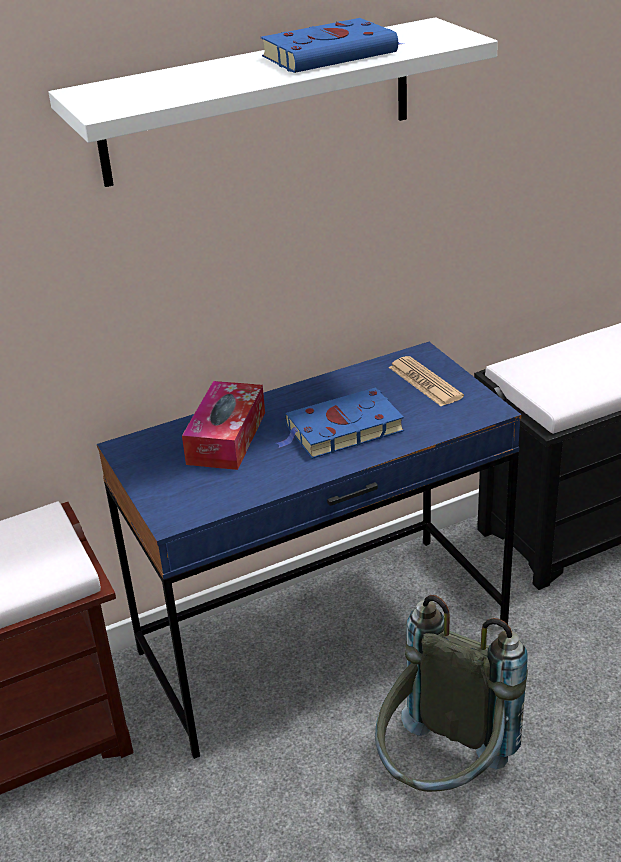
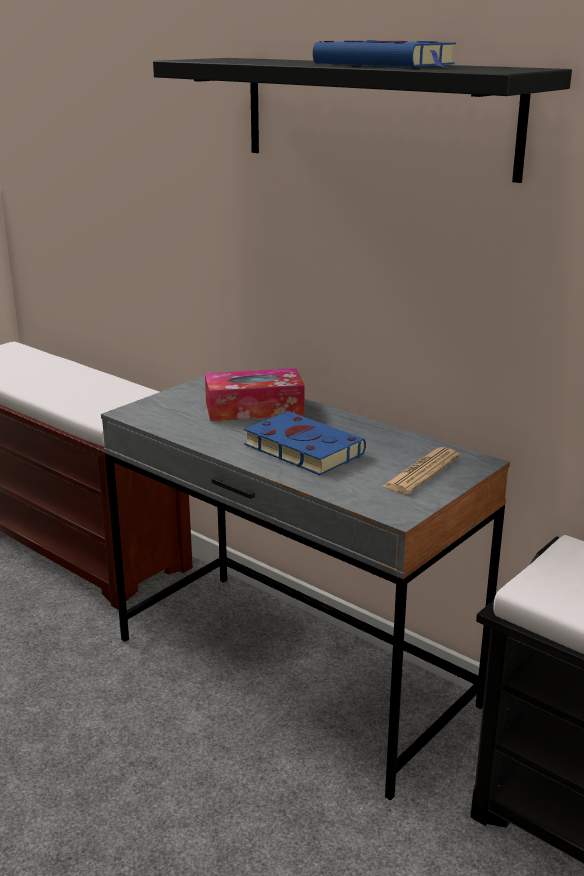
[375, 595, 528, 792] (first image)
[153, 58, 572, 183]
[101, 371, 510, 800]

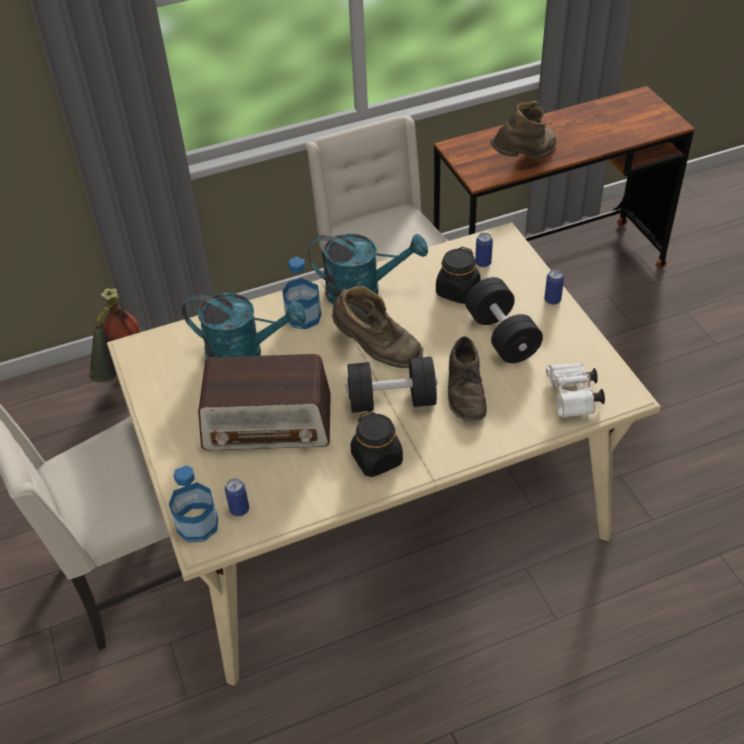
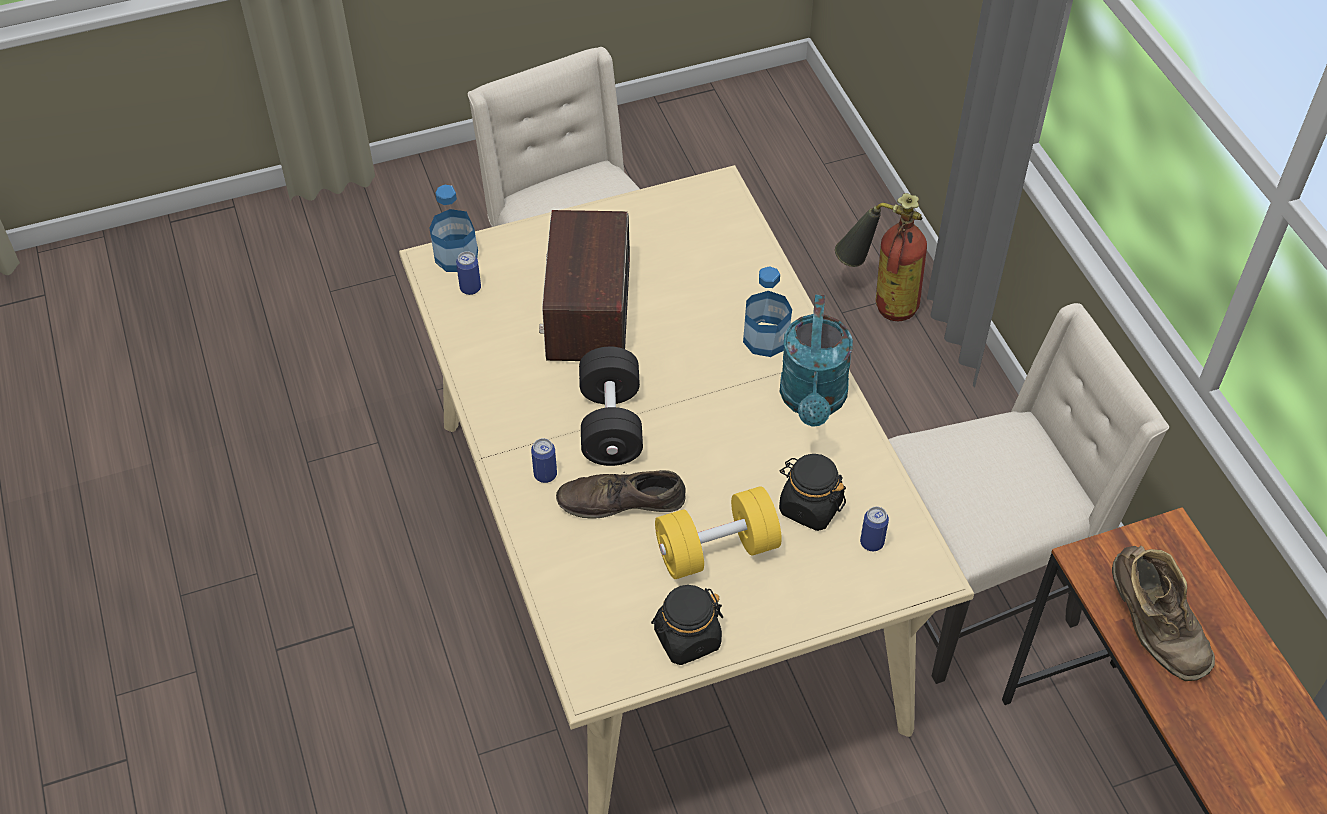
[182, 293, 306, 359] (first image)
[332, 286, 423, 368] (first image)
[546, 363, 605, 418] (first image)
[651, 585, 723, 665]
[531, 438, 557, 483]
[655, 486, 782, 579]

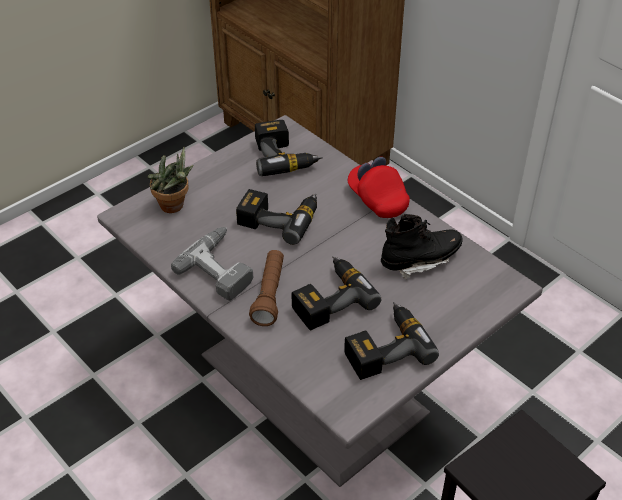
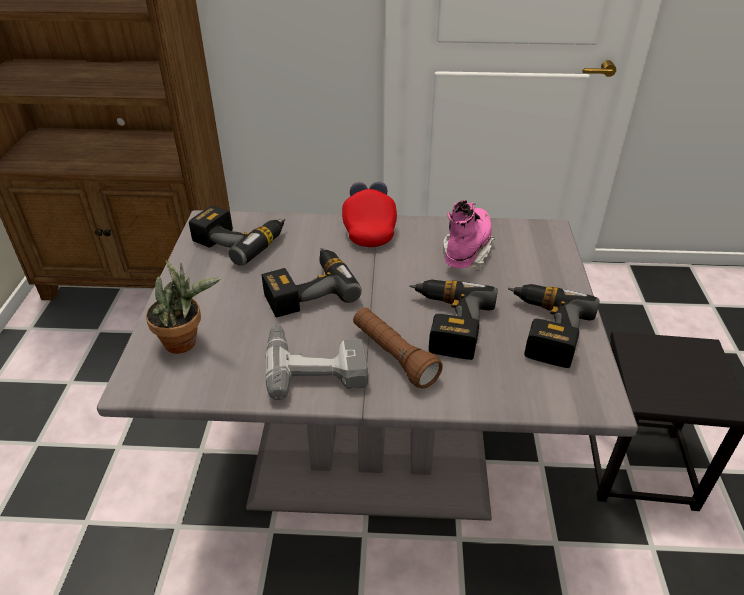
[443, 200, 495, 271]
[342, 182, 397, 247]

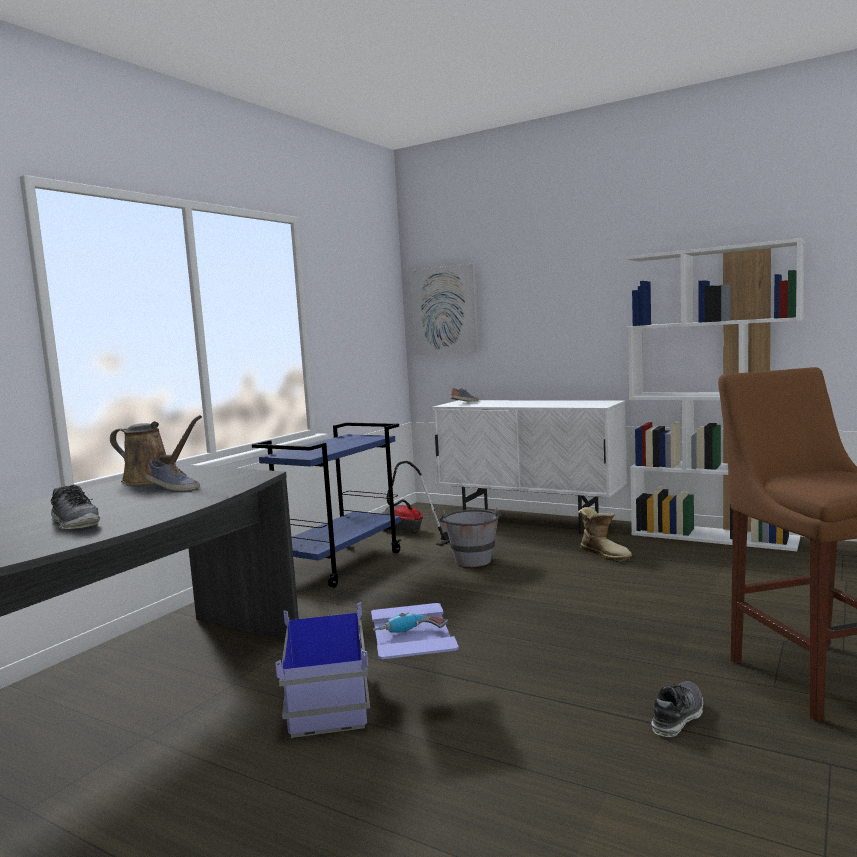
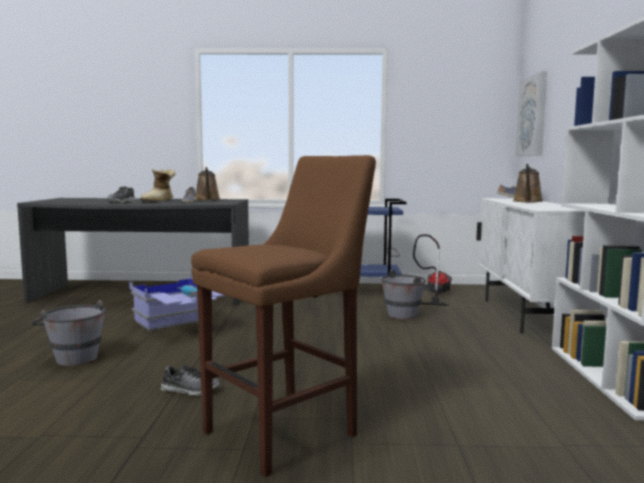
[32, 300, 106, 366]
[513, 164, 543, 202]
[140, 169, 176, 203]

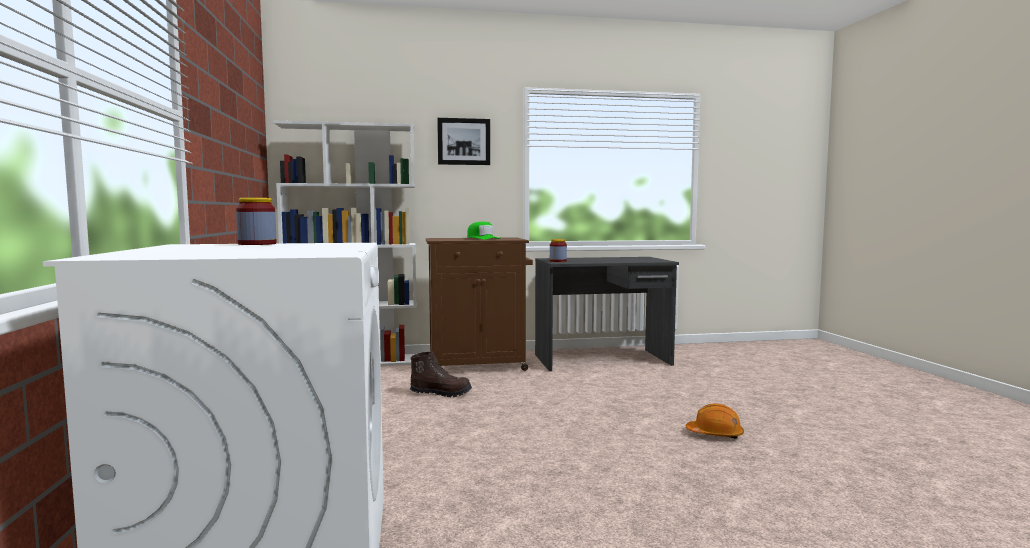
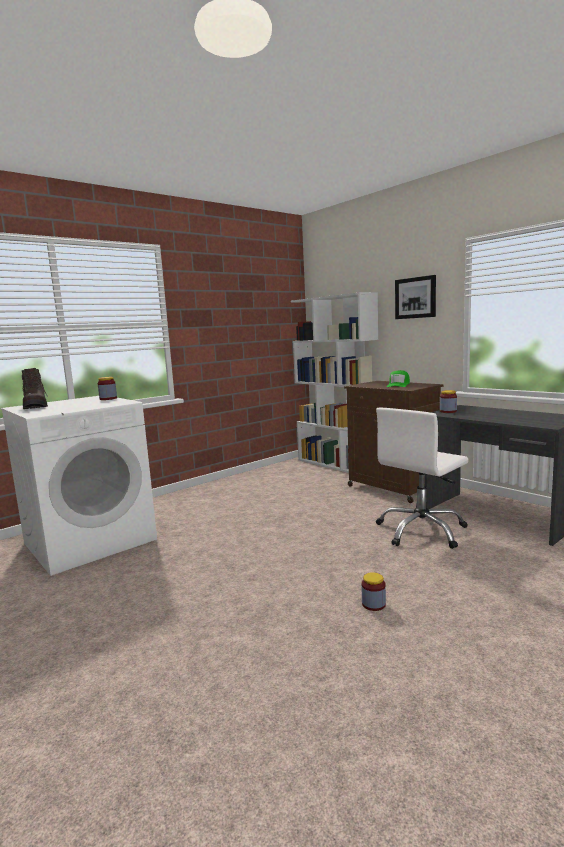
[376, 408, 469, 549]
[22, 368, 48, 409]
[361, 572, 386, 611]

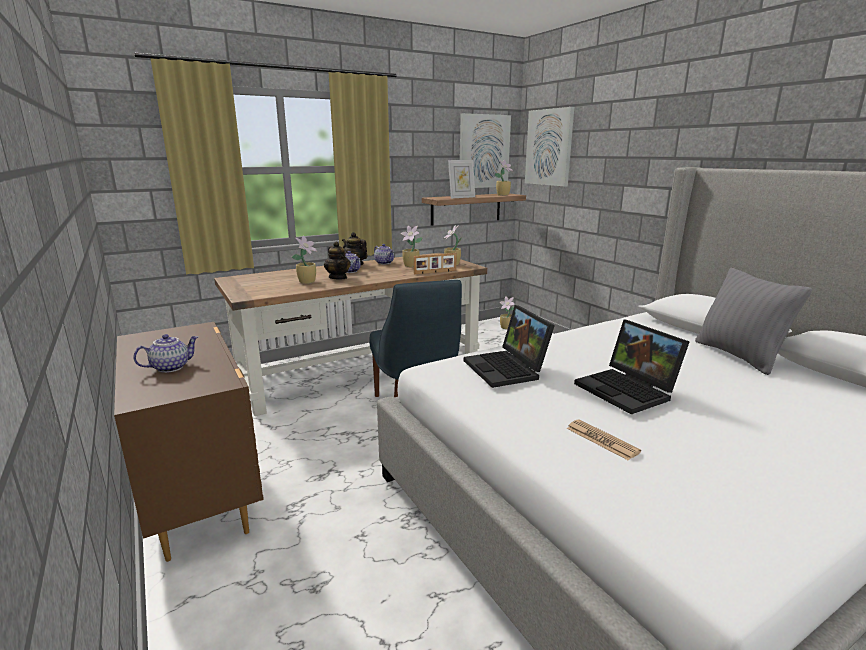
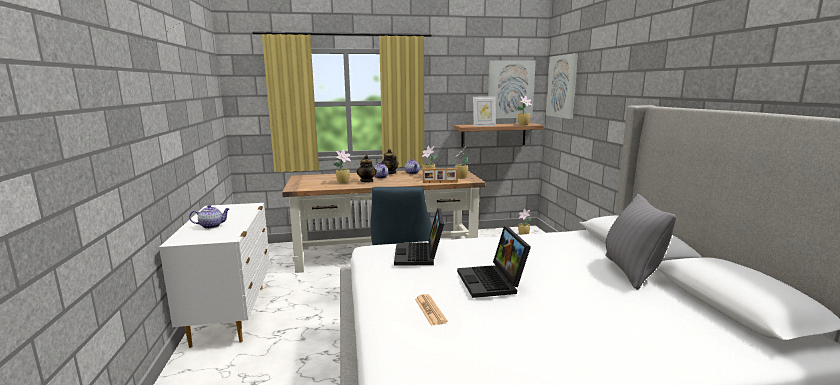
[159, 203, 270, 348]

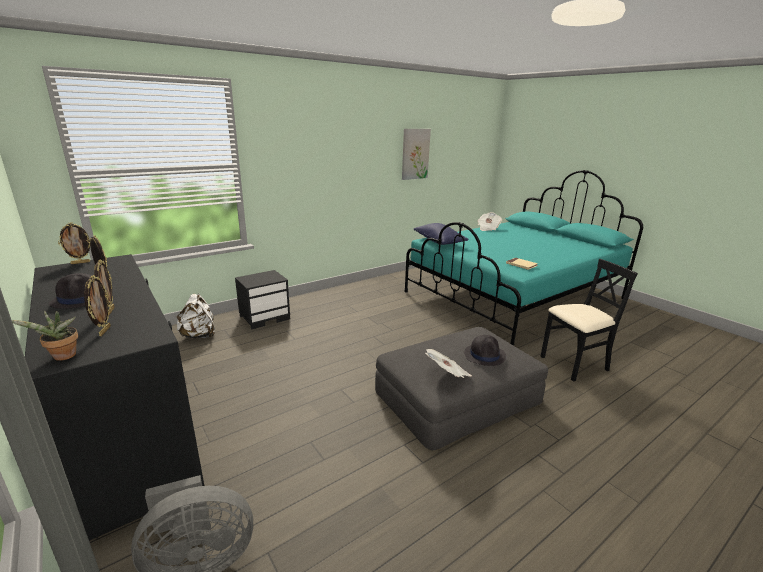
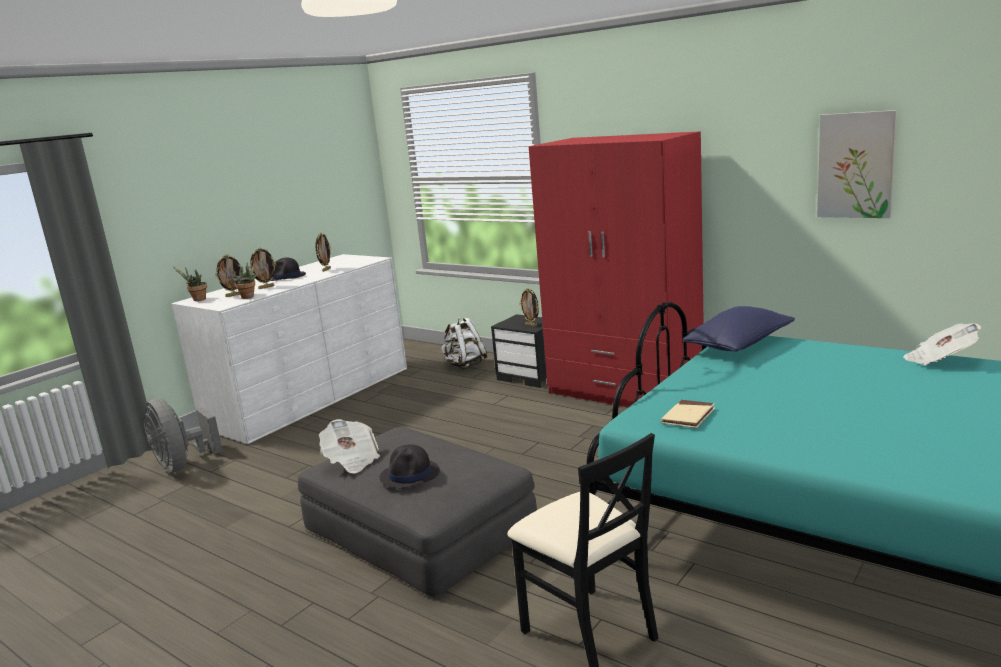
[233, 263, 258, 299]
[529, 131, 704, 407]
[519, 288, 539, 327]
[172, 254, 407, 444]

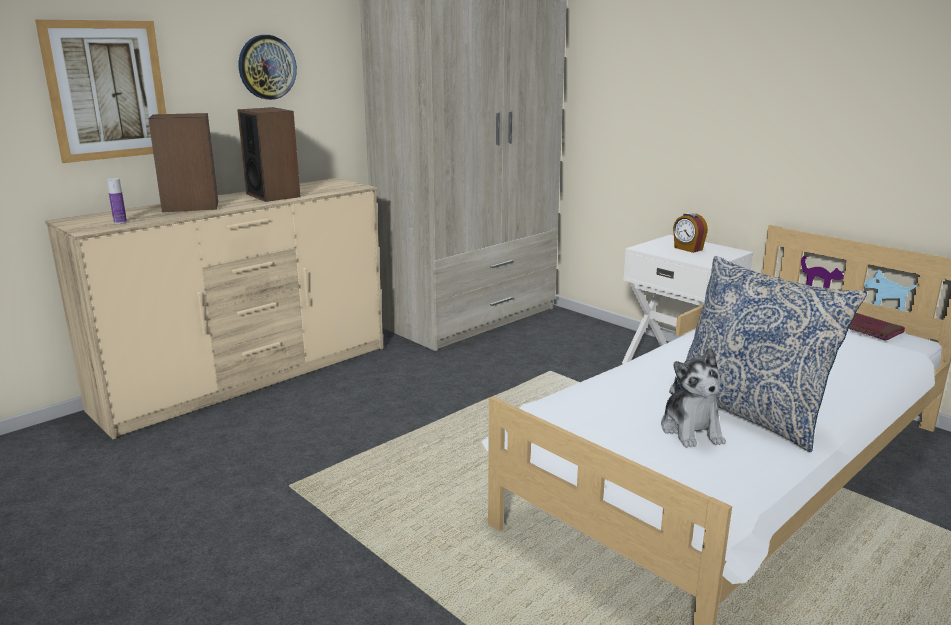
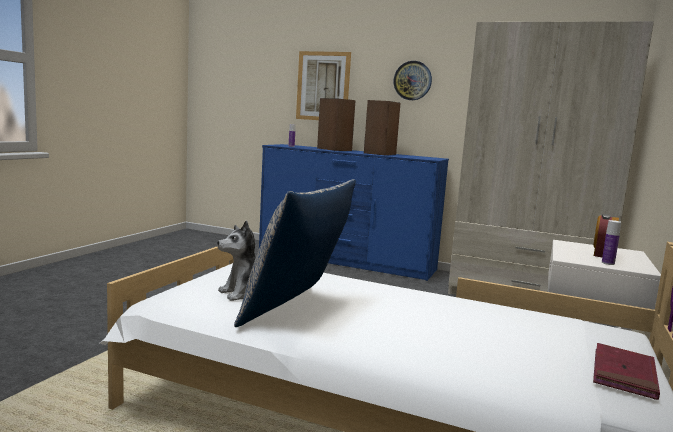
[602, 220, 621, 265]
[259, 144, 449, 281]

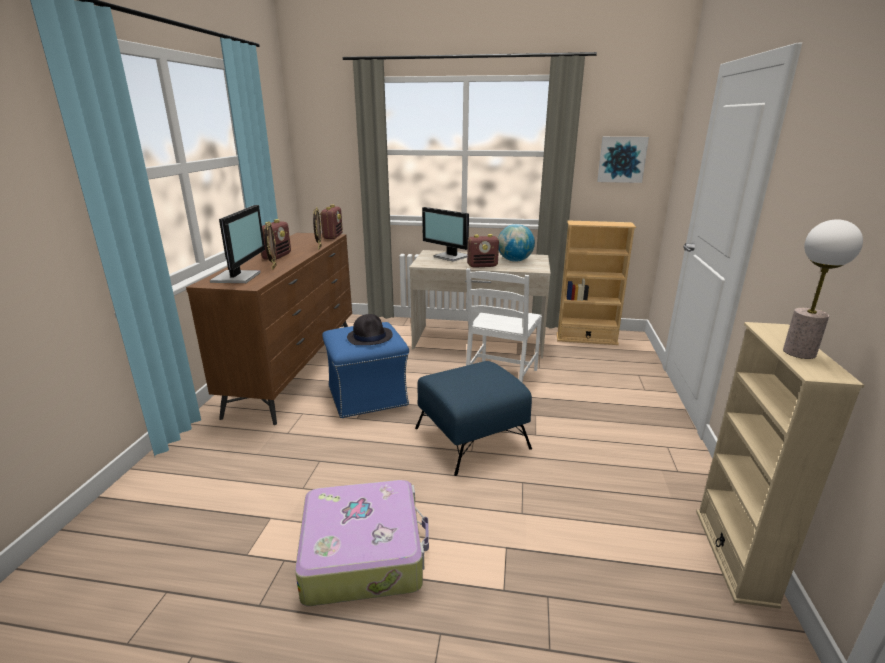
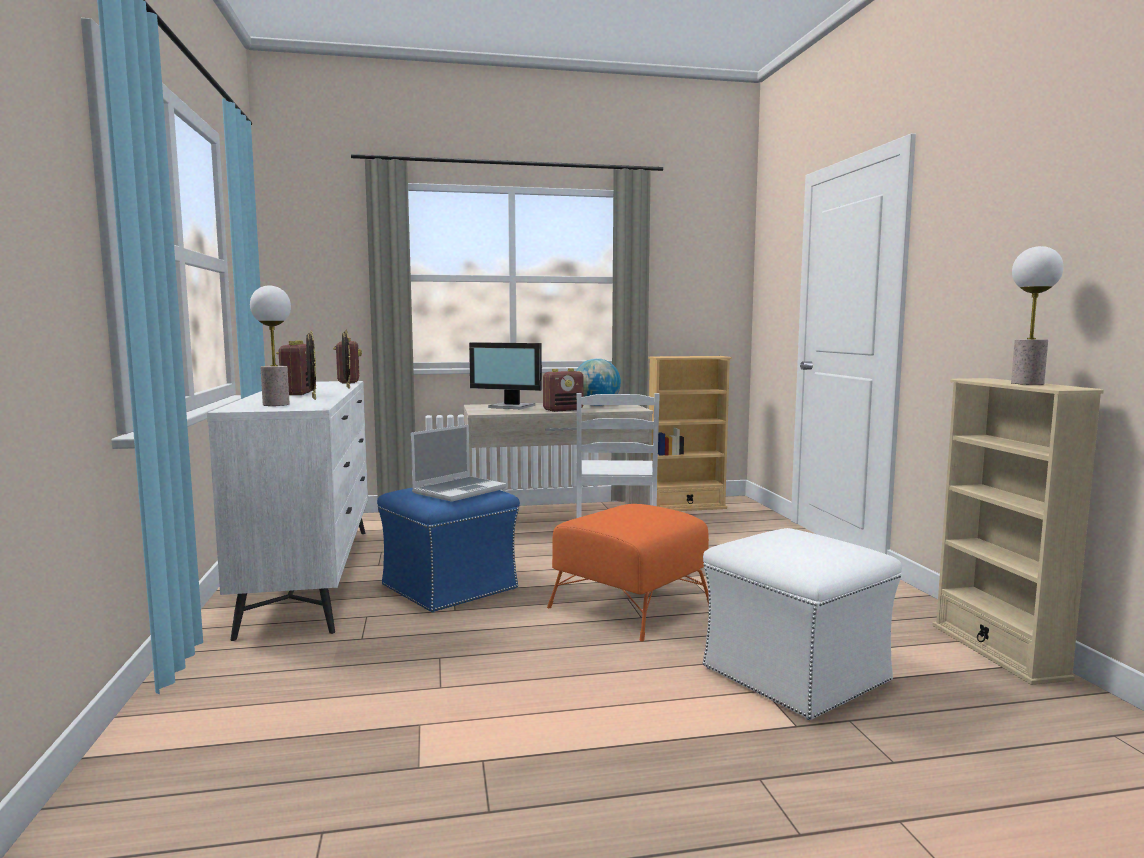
[295, 480, 429, 606] (first image)
[597, 137, 649, 183] (first image)
[703, 528, 902, 720]
[250, 286, 291, 406]
[411, 425, 507, 502]
[207, 381, 368, 641]
[547, 504, 709, 641]

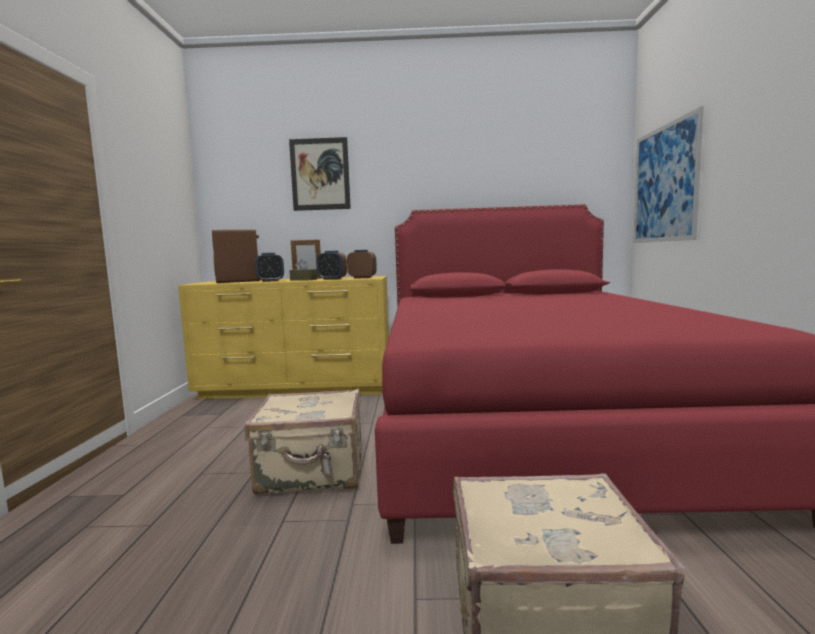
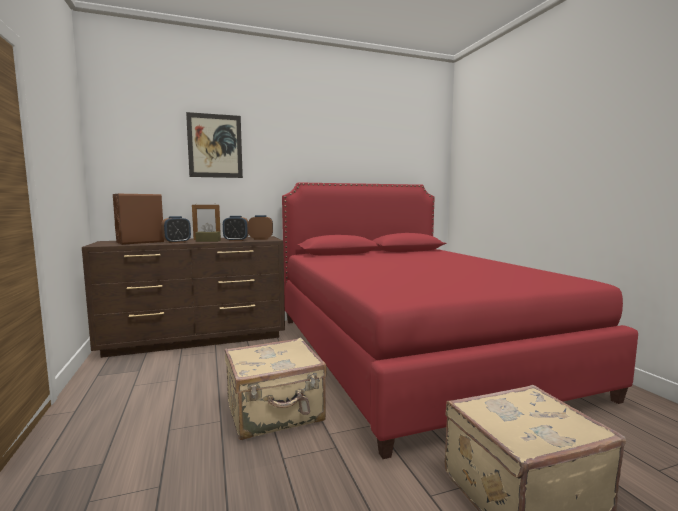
[634, 106, 704, 243] (first image)
[82, 236, 285, 358]

